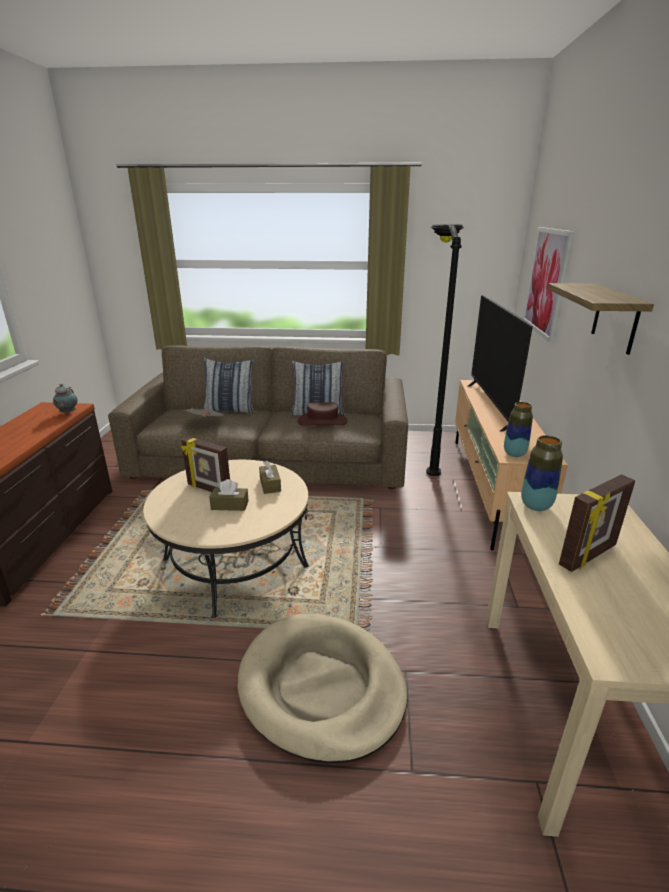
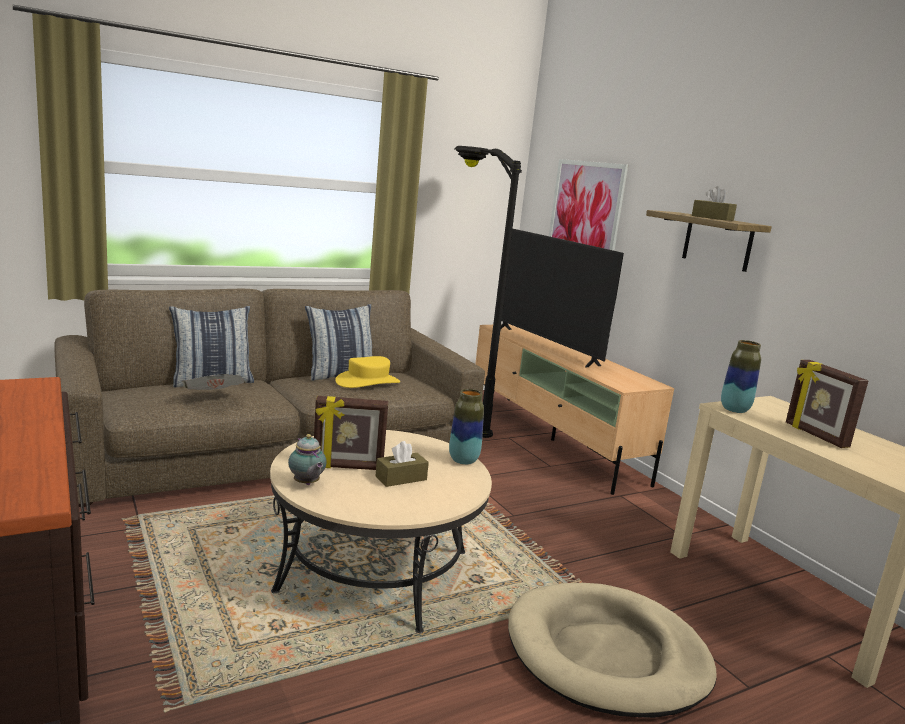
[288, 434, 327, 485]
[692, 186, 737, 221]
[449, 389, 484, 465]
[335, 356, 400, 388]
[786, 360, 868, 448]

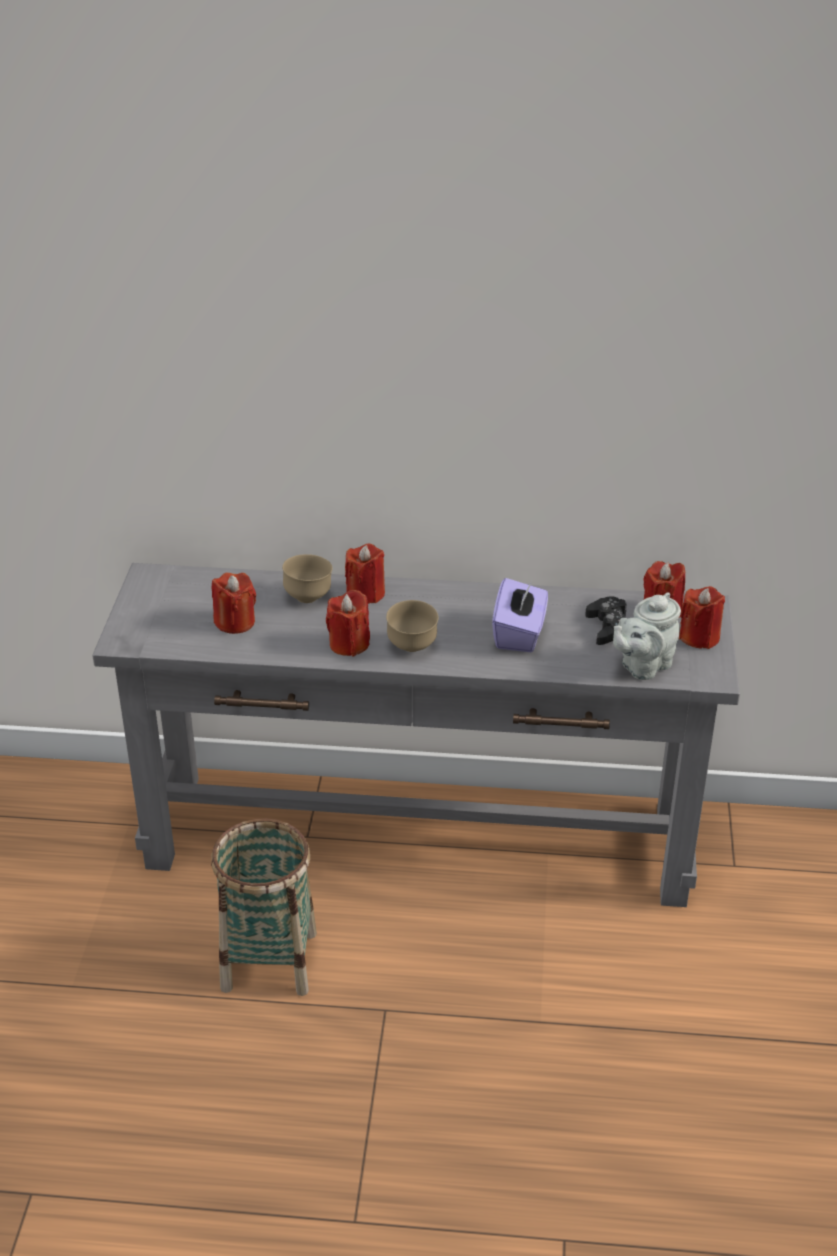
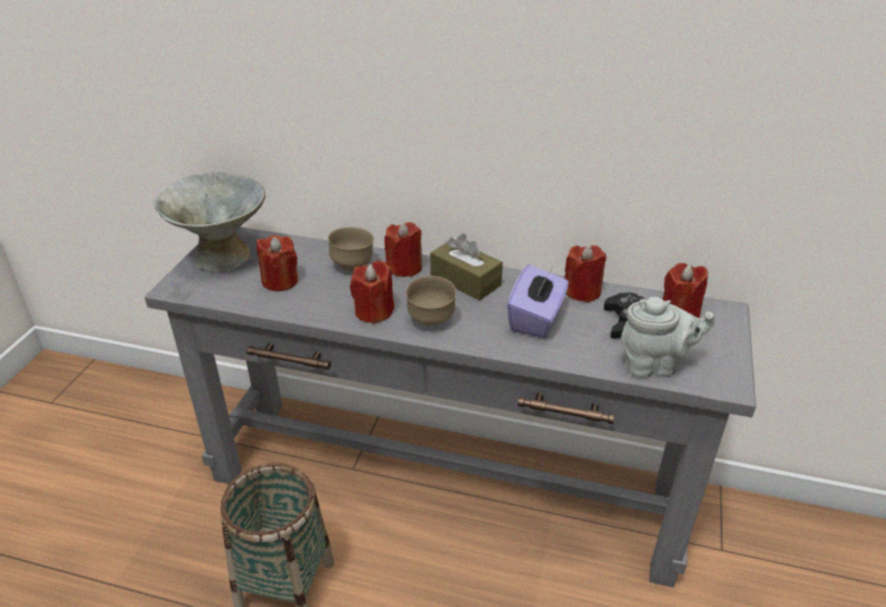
[153, 172, 265, 273]
[430, 234, 503, 301]
[565, 245, 606, 302]
[621, 297, 714, 378]

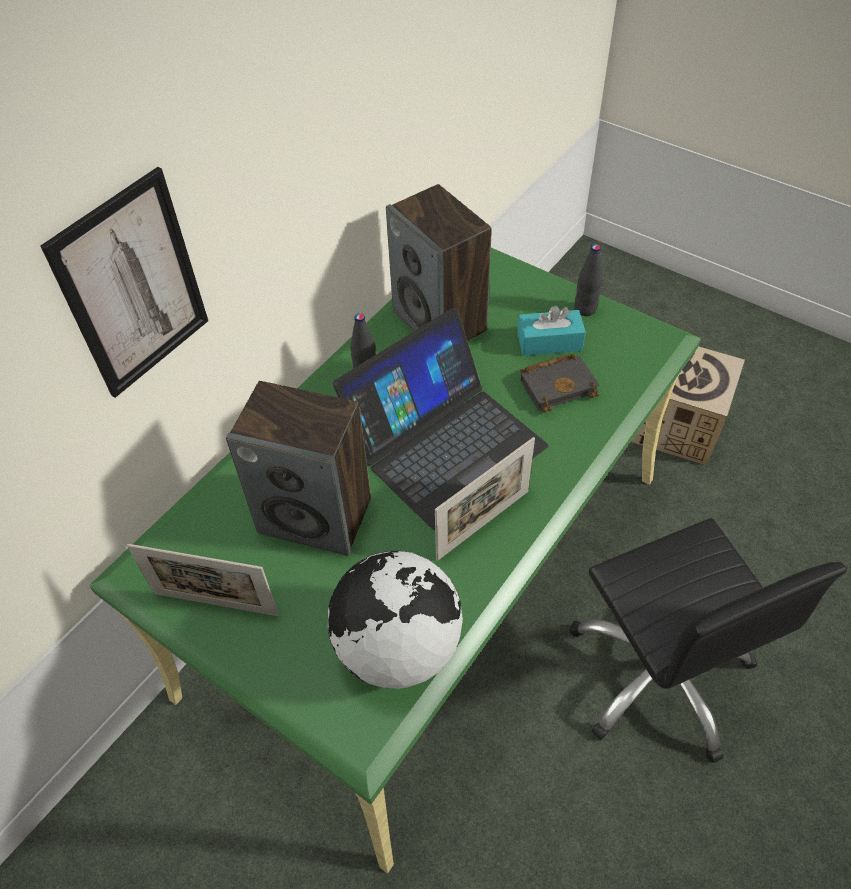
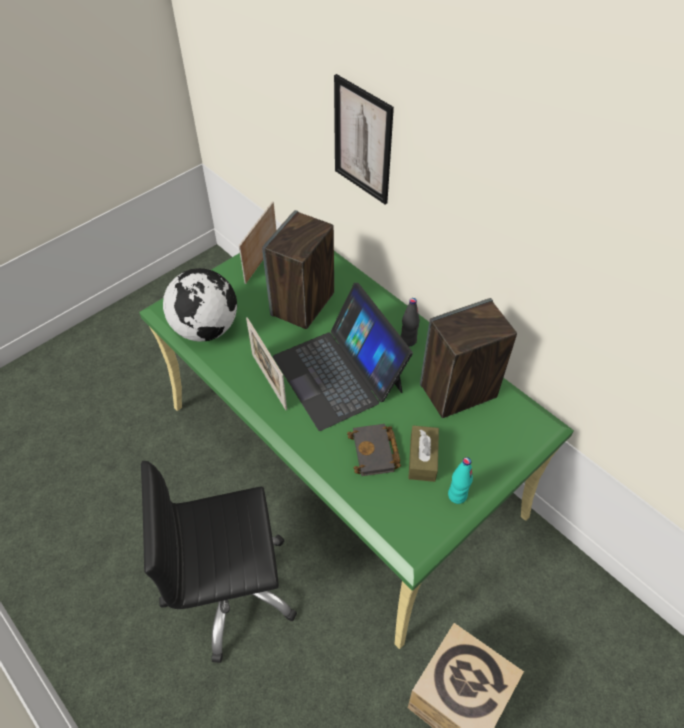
[408, 425, 439, 482]
[448, 457, 473, 504]

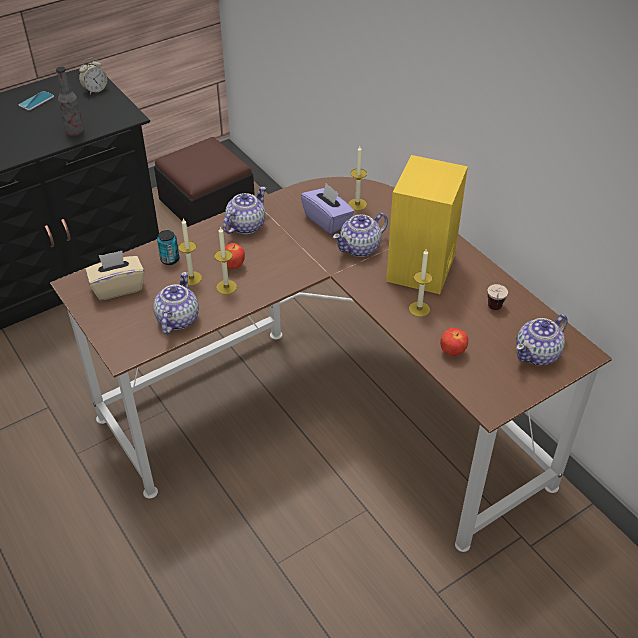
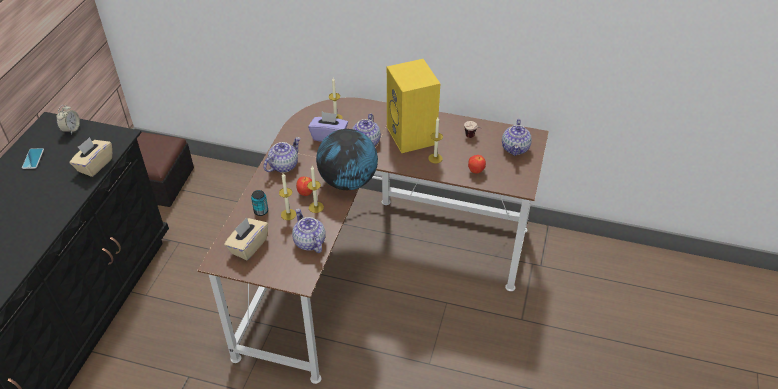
[316, 129, 378, 190]
[70, 137, 112, 177]
[263, 137, 300, 173]

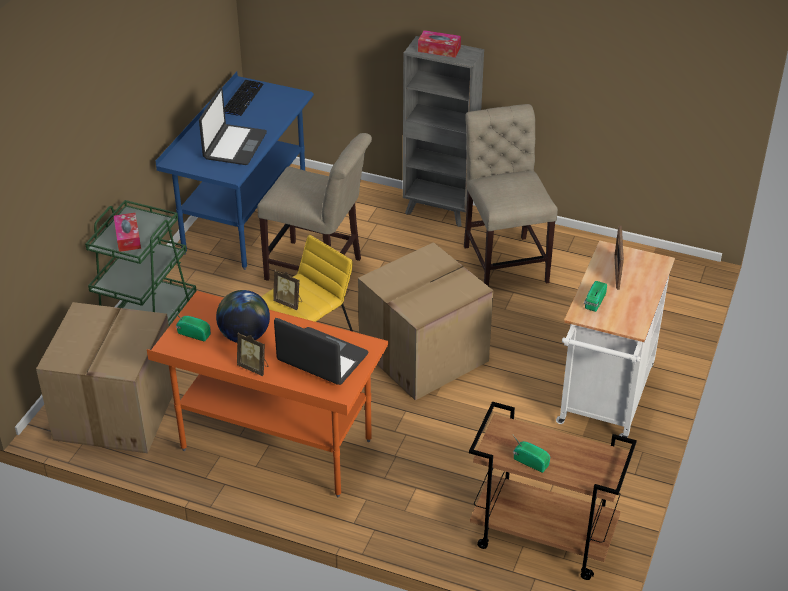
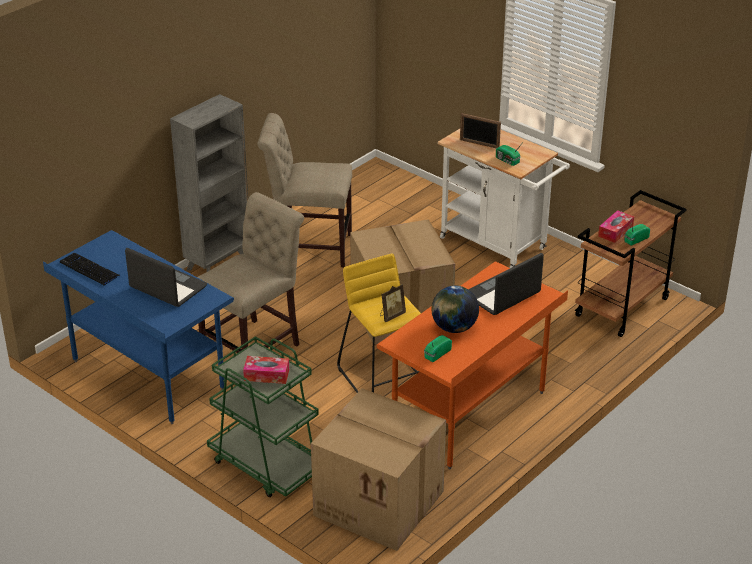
[237, 333, 268, 376] (first image)
[598, 210, 634, 243]

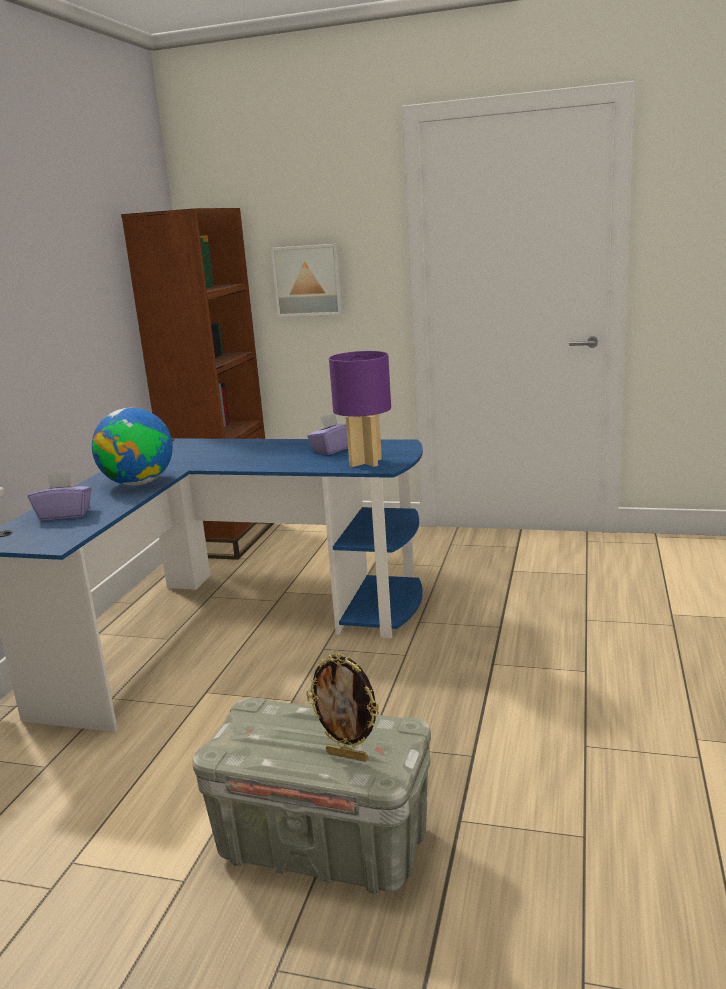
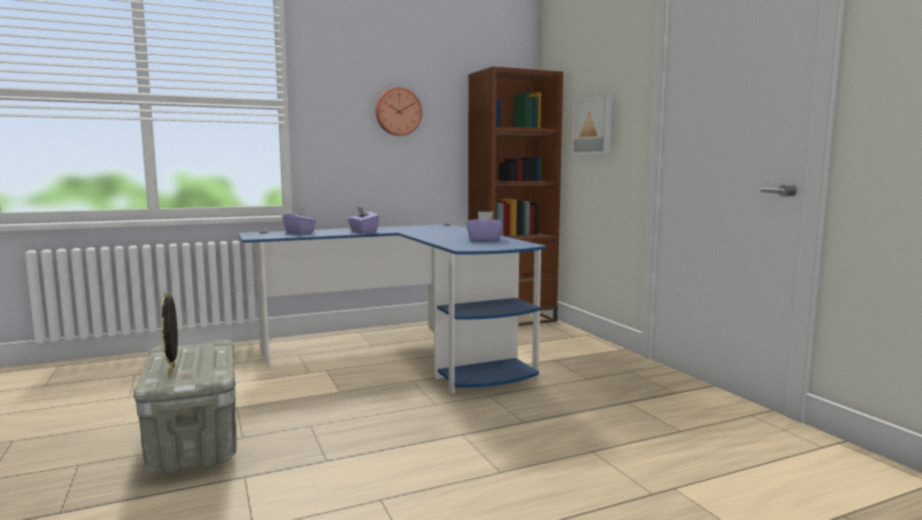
[329, 351, 391, 467] (first image)
[376, 87, 422, 136]
[348, 207, 379, 233]

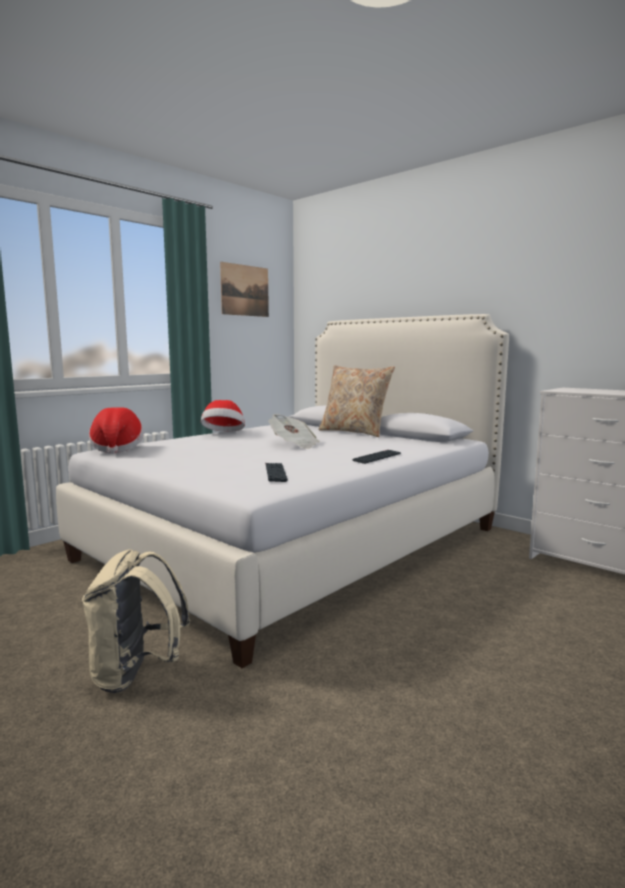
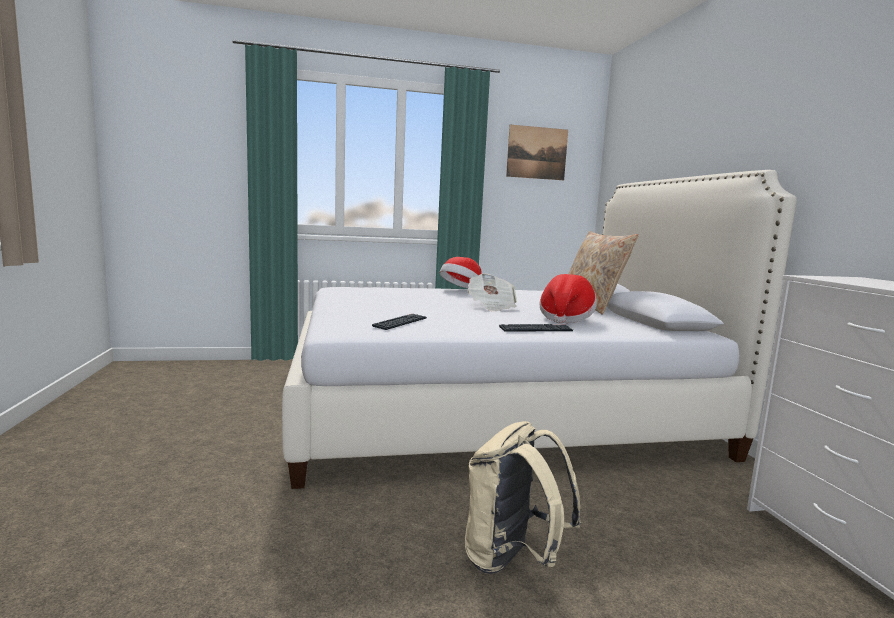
[465, 421, 581, 574]
[540, 274, 597, 324]

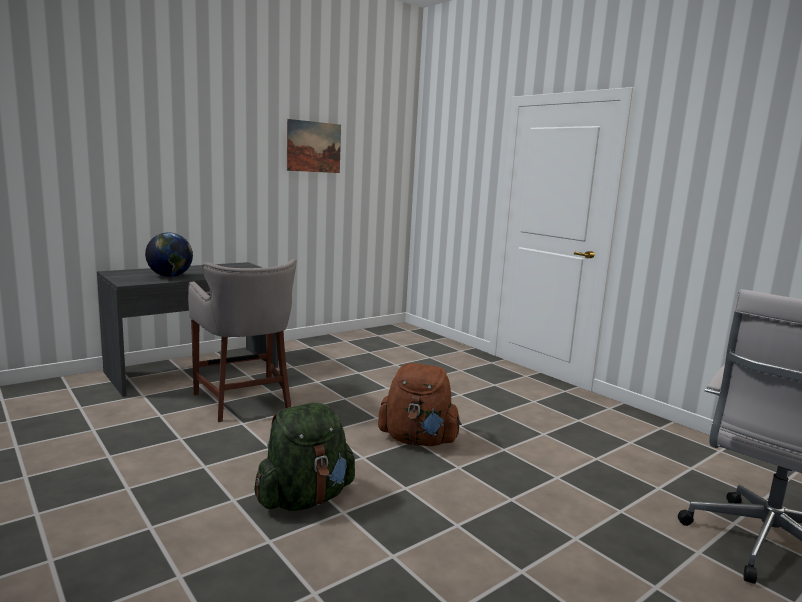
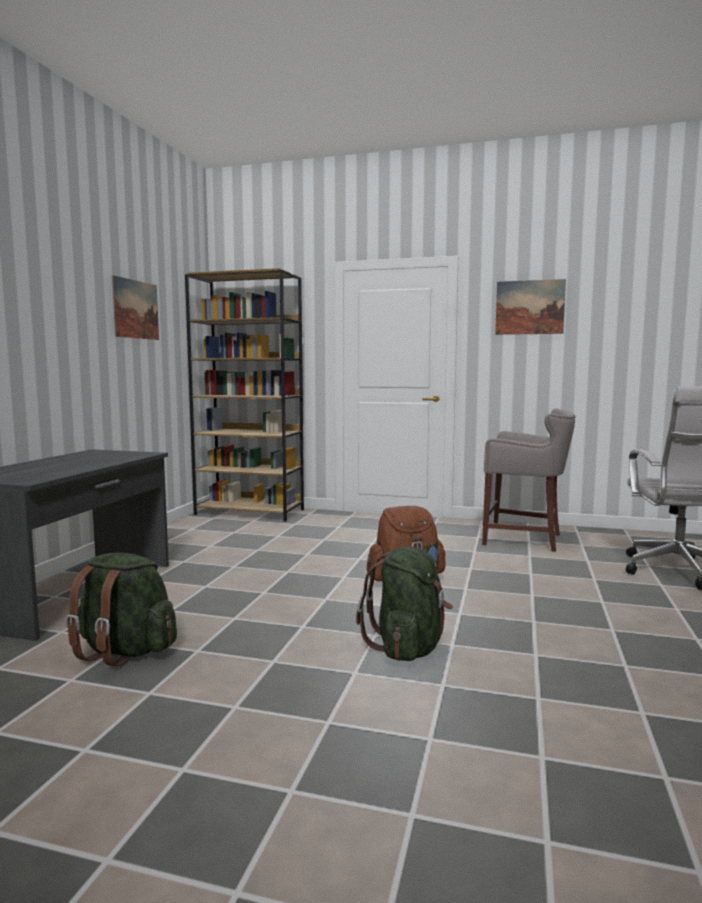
[145, 232, 193, 277] (first image)
[65, 552, 177, 667]
[185, 268, 304, 522]
[495, 279, 566, 335]
[482, 408, 576, 552]

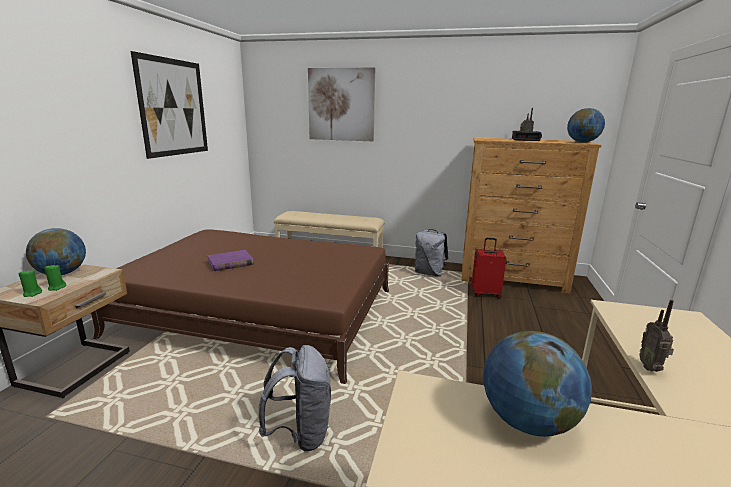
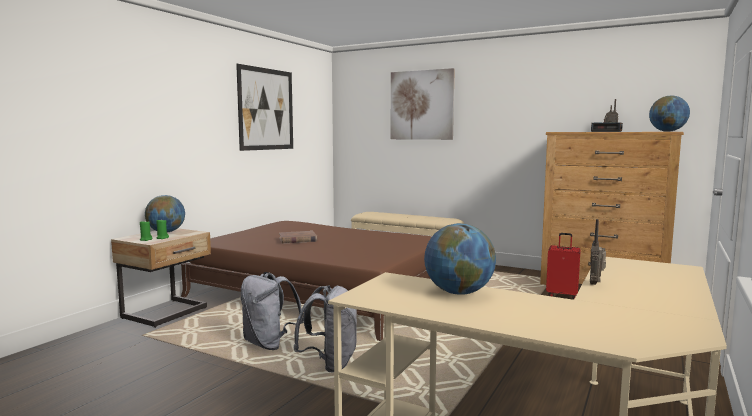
[241, 272, 304, 350]
[279, 231, 317, 243]

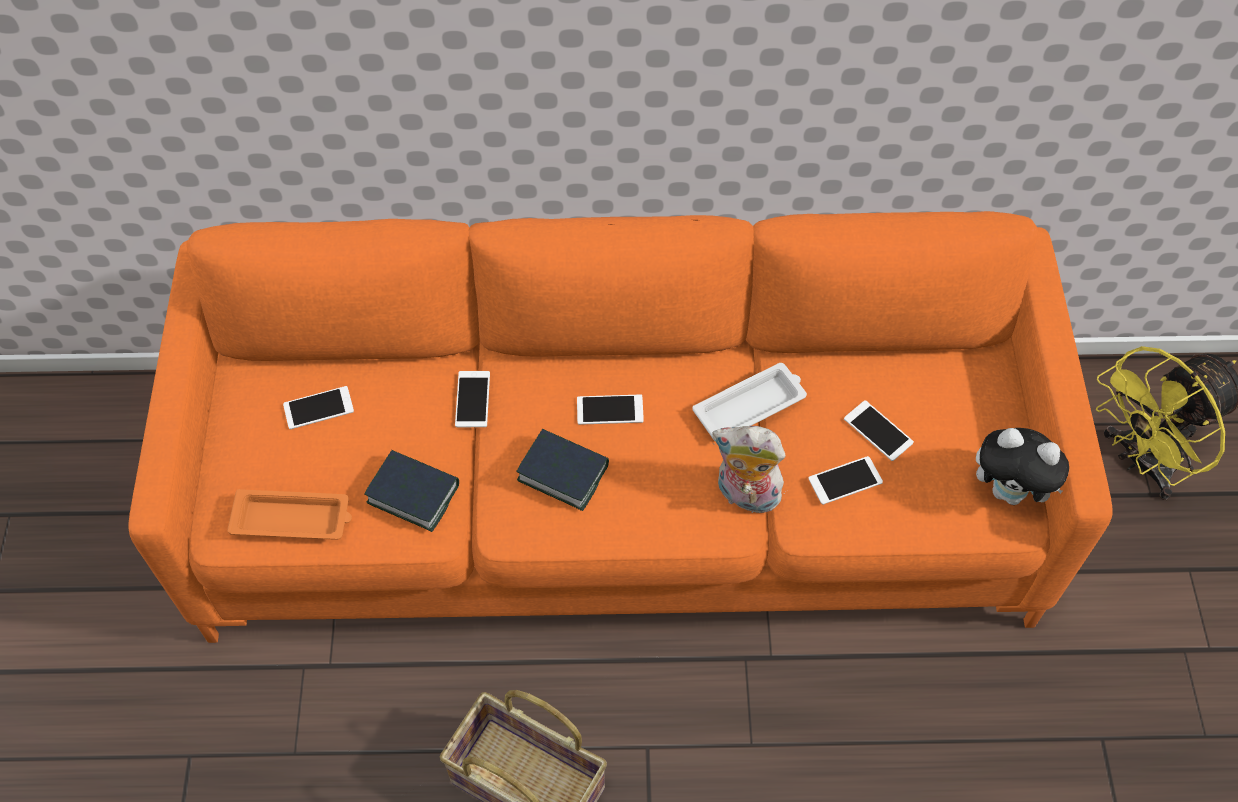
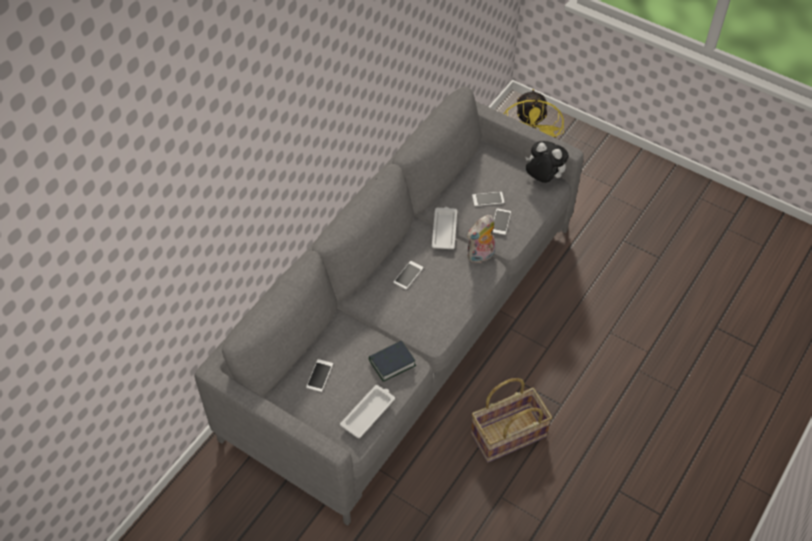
[455, 371, 490, 427] (first image)
[516, 429, 609, 511] (first image)
[195, 87, 584, 526]
[340, 385, 395, 438]
[525, 141, 569, 183]

